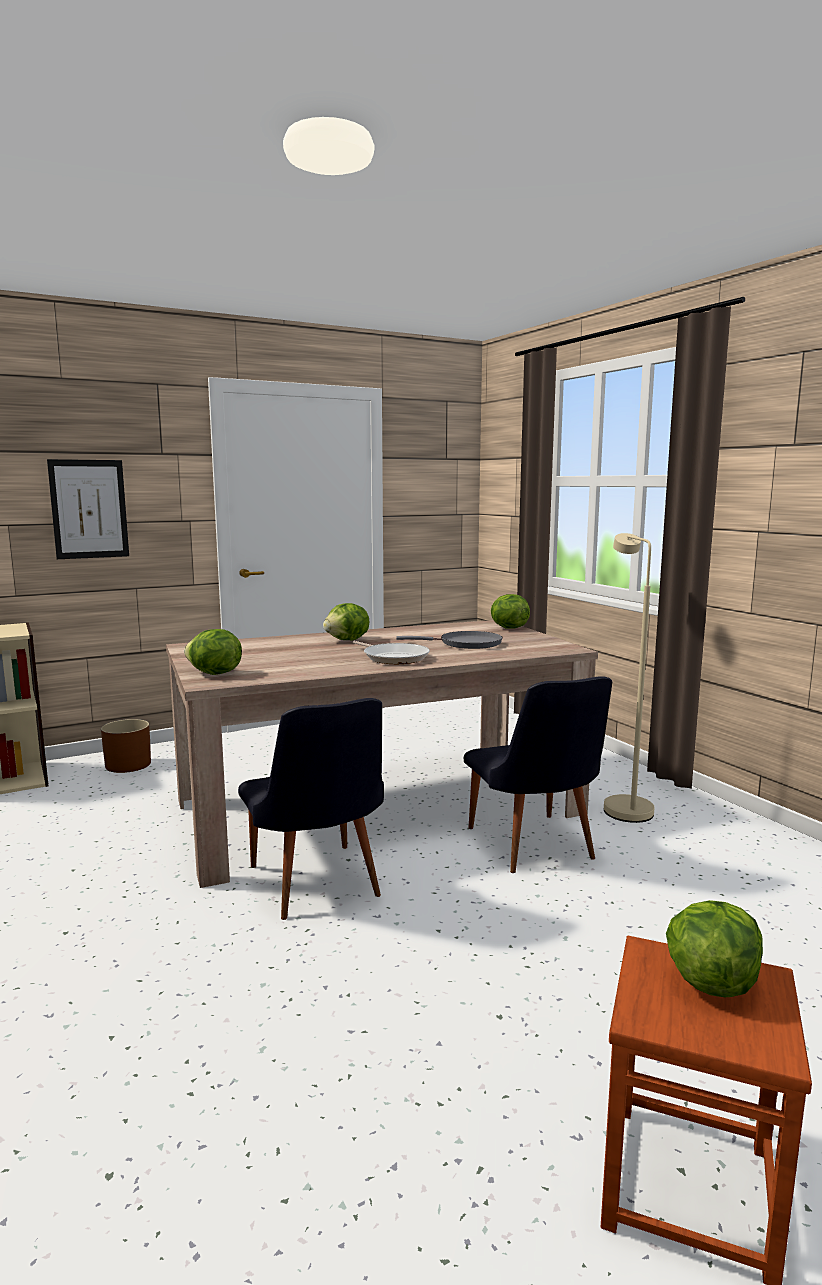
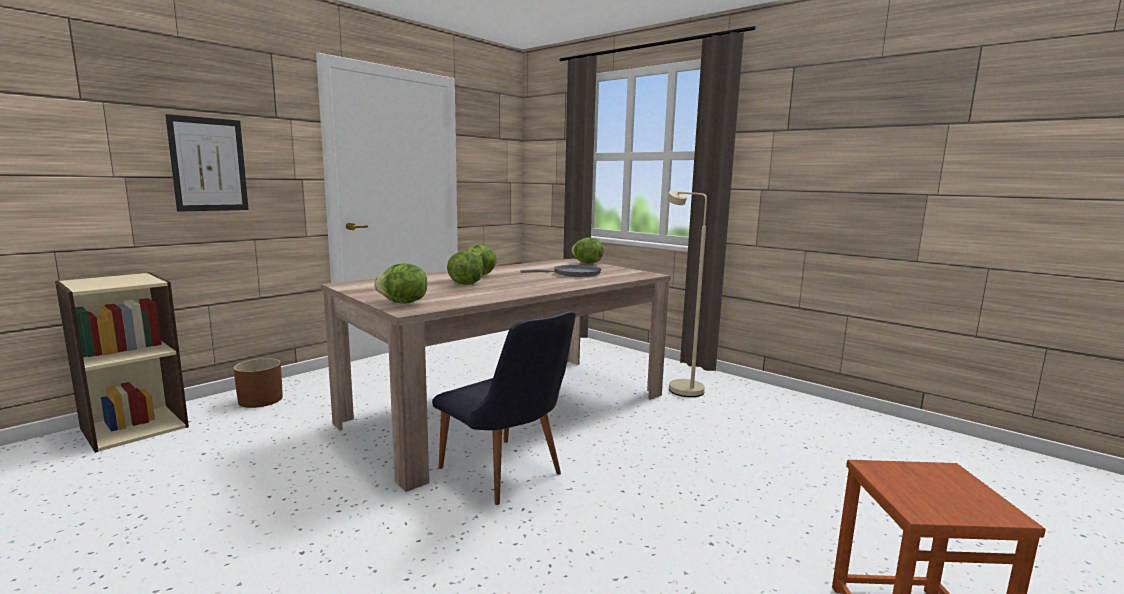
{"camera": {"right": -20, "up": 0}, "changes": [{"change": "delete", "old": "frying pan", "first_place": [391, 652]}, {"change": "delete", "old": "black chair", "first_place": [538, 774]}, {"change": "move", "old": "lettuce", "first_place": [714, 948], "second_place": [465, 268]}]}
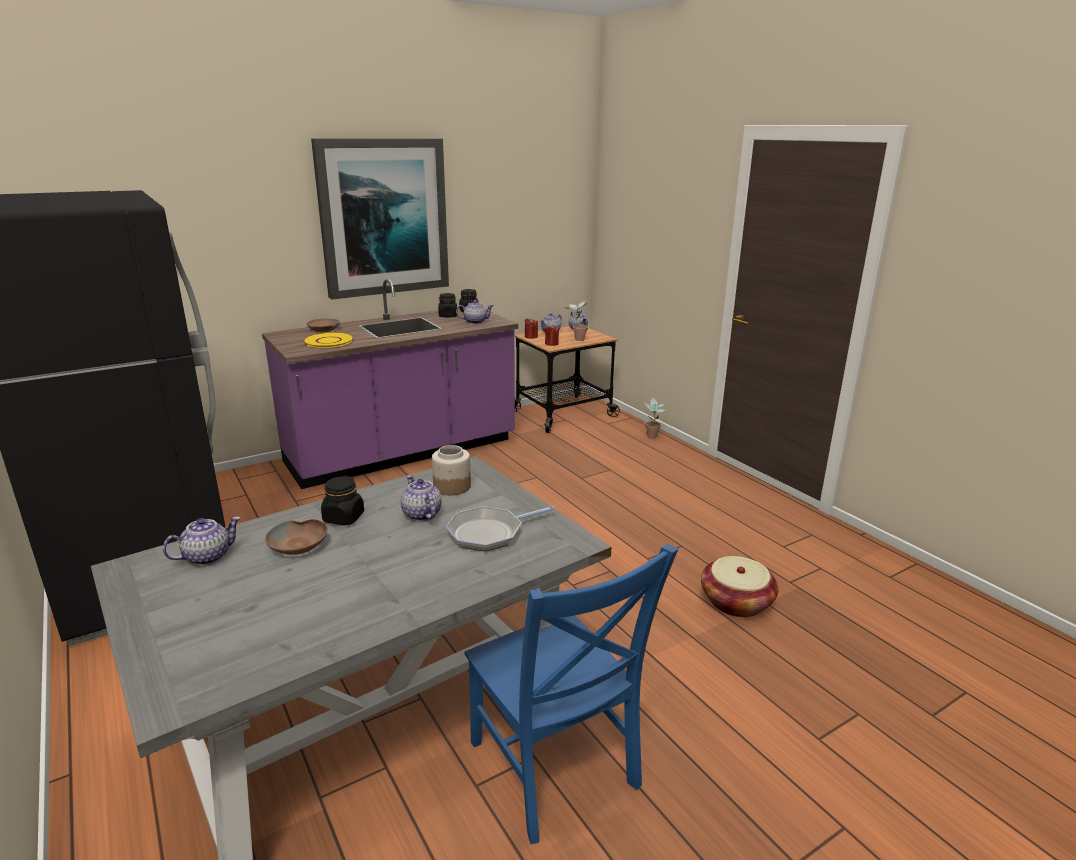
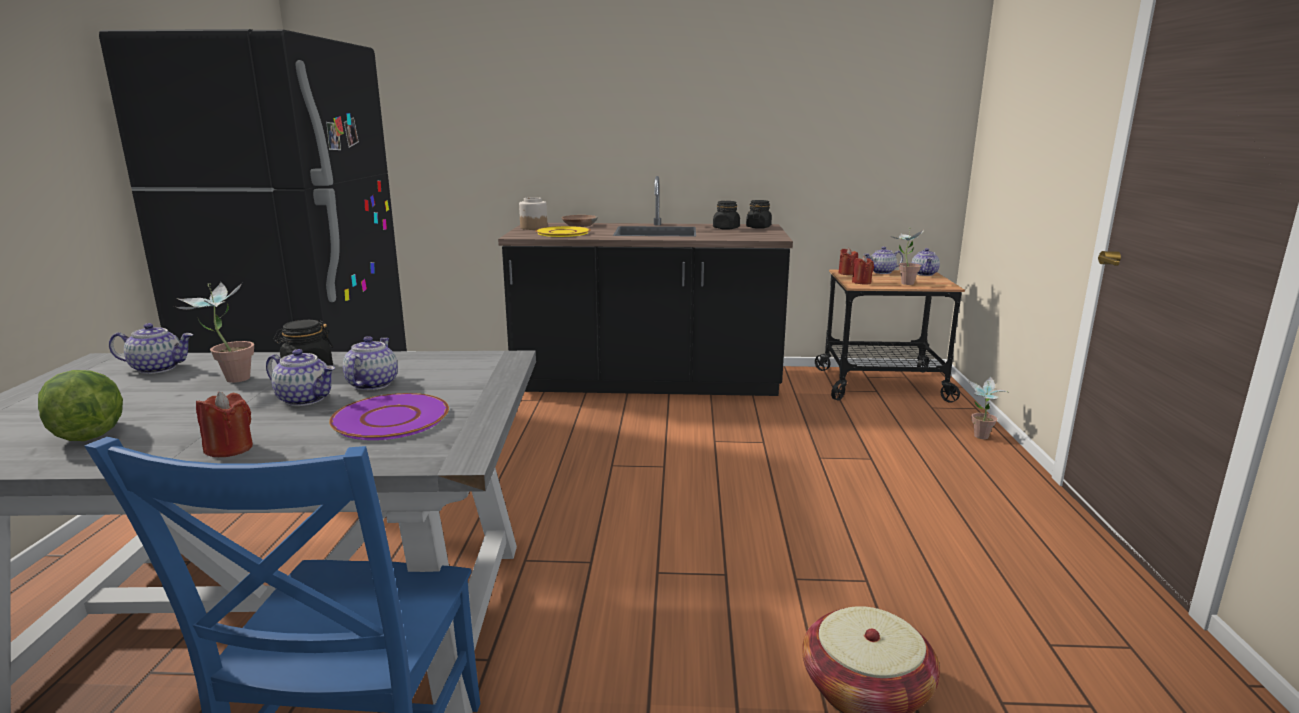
{"camera": {"right": 35, "up": -5}, "changes": [{"change": "delete", "old": "picture", "first_place": [380, 218]}, {"change": "insert", "new": "lettuce", "second_place": [80, 405]}, {"change": "insert", "new": "red candle", "second_place": [224, 424]}, {"change": "move", "old": "jar", "first_place": [451, 470], "second_place": [533, 213]}, {"change": "move", "old": "teapot", "first_place": [475, 312], "second_place": [300, 377]}, {"change": "replace", "old": "brown bowl", "new": "potted plant", "first_place": [296, 537], "second_place": [214, 332]}, {"change": "replace", "old": "frying pan", "new": "purple plate", "first_place": [500, 529], "second_place": [389, 416]}, {"change": "recolor", "old": "purple counter", "new": "black counter", "first_place": [390, 384], "second_place": [645, 286]}]}
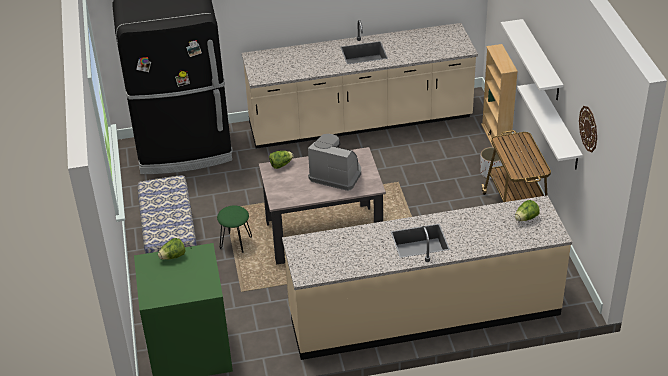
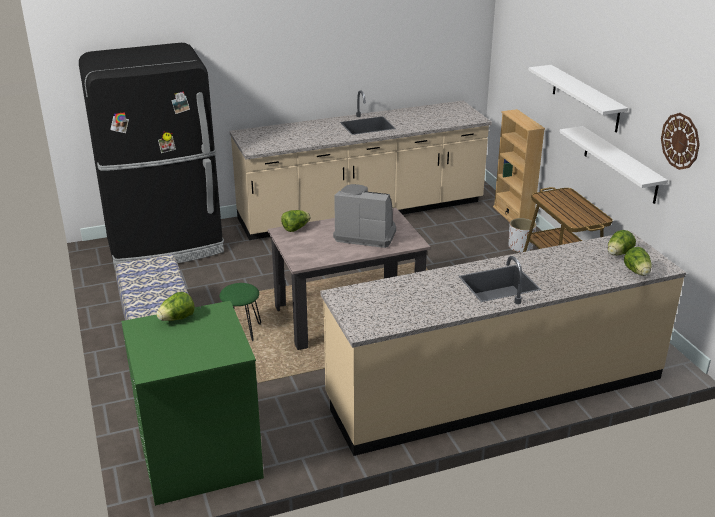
{"camera": {"right": -10, "up": -10}, "changes": [{"change": "insert", "new": "lettuce", "second_place": [637, 261]}]}
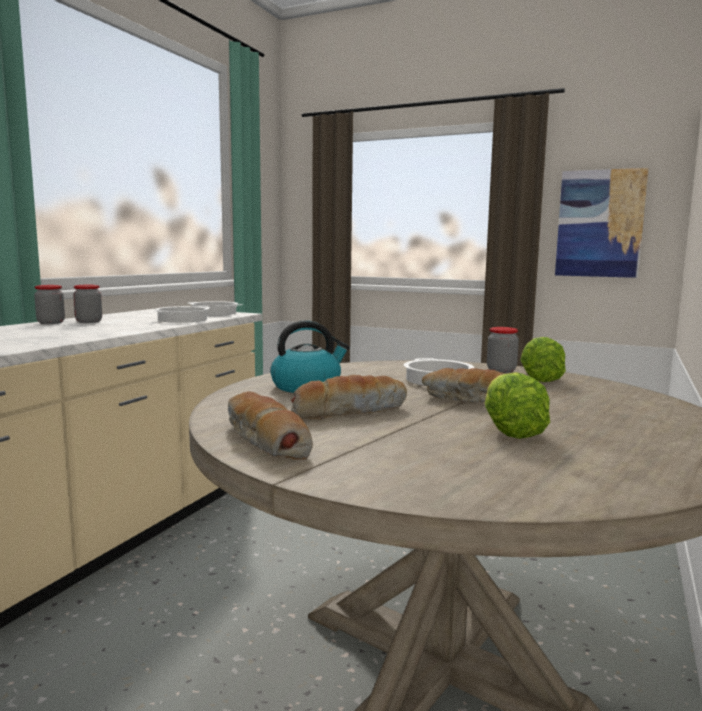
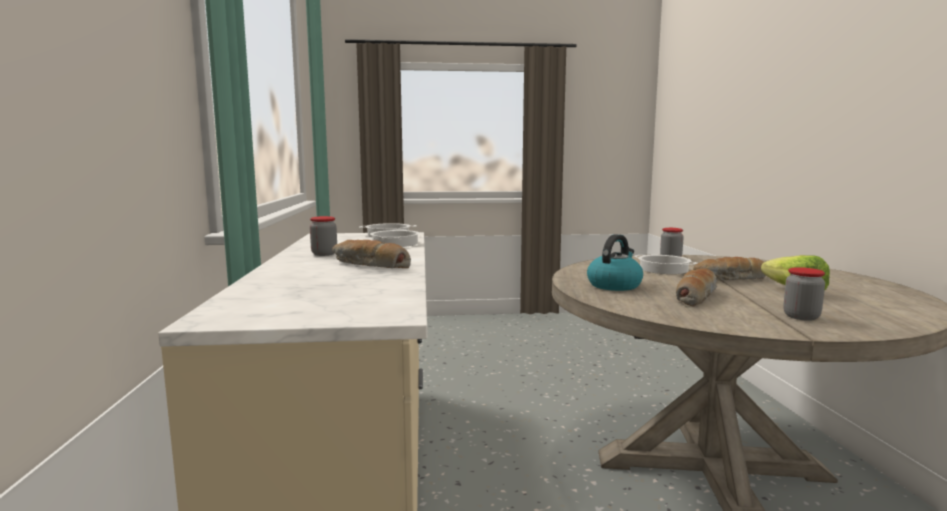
{"camera": {"right": -30, "up": 0}, "changes": [{"change": "delete", "old": "lettuce", "first_place": [543, 359]}, {"change": "delete", "old": "picture", "first_place": [602, 223]}, {"change": "move", "old": "jar", "first_place": [49, 304], "second_place": [804, 294]}, {"change": "move", "old": "bread", "first_place": [270, 425], "second_place": [371, 254]}]}
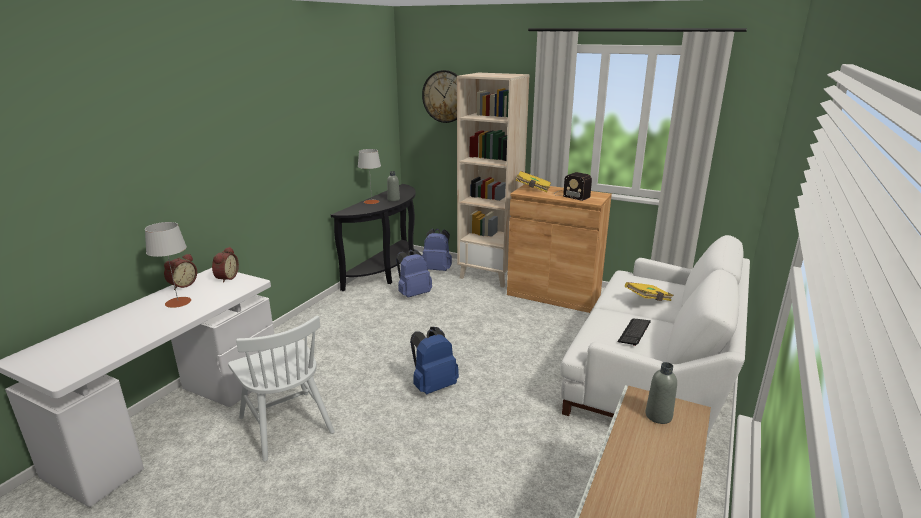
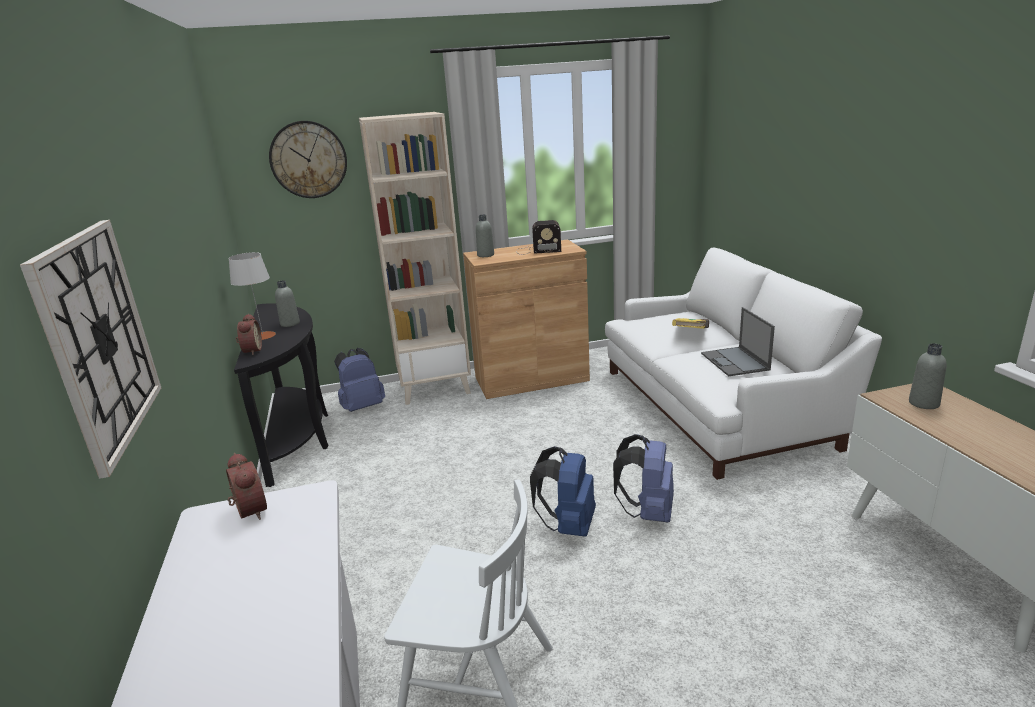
{"camera": {"right": -40, "up": 0}, "changes": [{"change": "delete", "old": "grey table lamp", "first_place": [168, 265]}, {"change": "insert", "new": "wall clock", "second_place": [90, 349]}, {"change": "move", "old": "alarm clock", "first_place": [180, 272], "second_place": [249, 334]}, {"change": "move", "old": "blue backpack", "first_place": [414, 273], "second_place": [643, 478]}, {"change": "replace", "old": "yellow book", "new": "grey bottle", "first_place": [533, 181], "second_place": [485, 236]}, {"change": "replace", "old": "keyboard", "new": "laptop", "first_place": [634, 332], "second_place": [738, 341]}]}
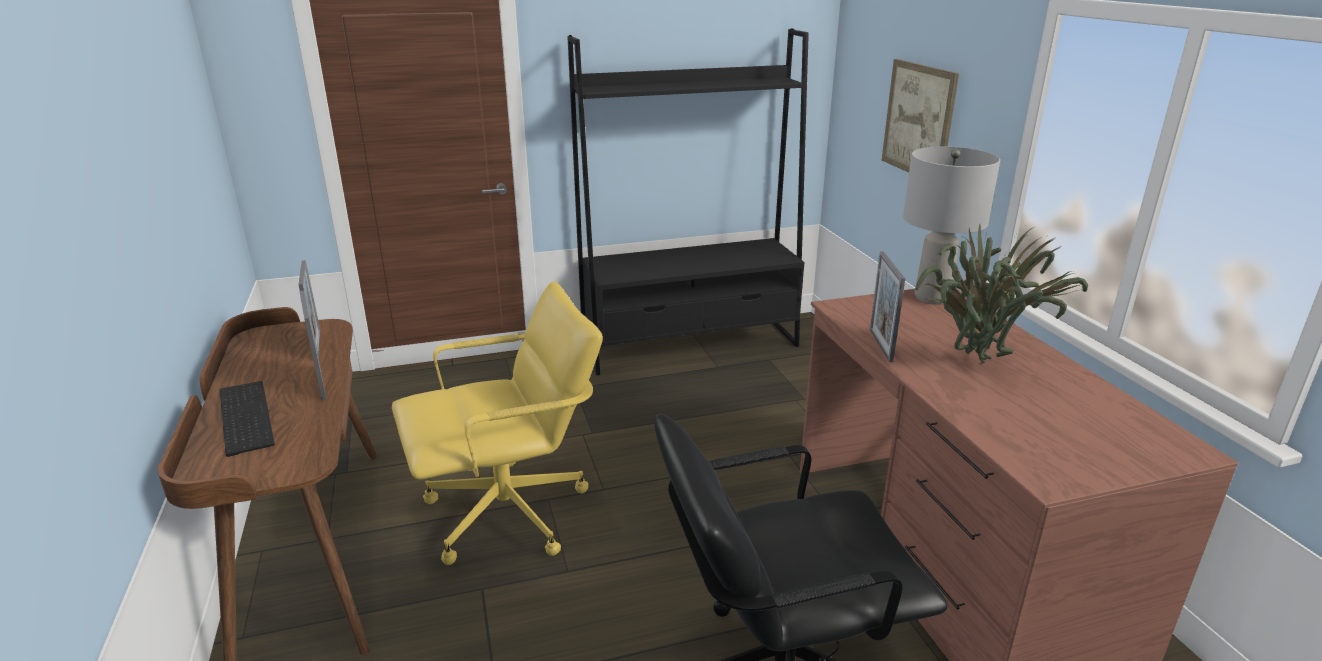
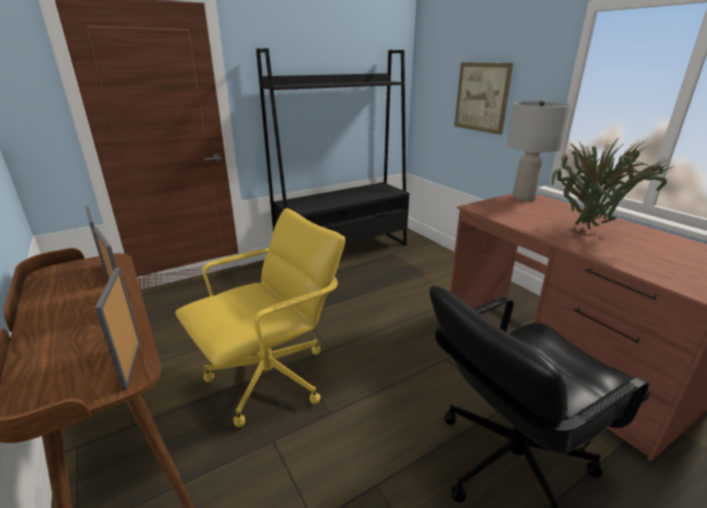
{"camera": {"right": -15, "up": 0}, "changes": [{"change": "delete", "old": "keyboard", "first_place": [247, 419]}, {"change": "move", "old": "picture frame", "first_place": [887, 306], "second_place": [117, 328]}]}
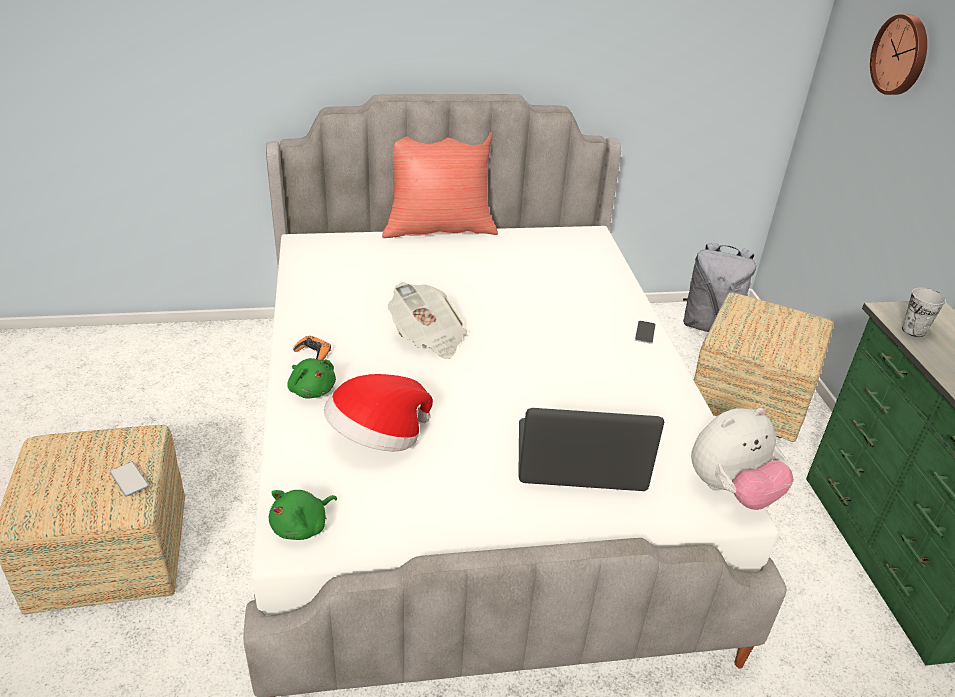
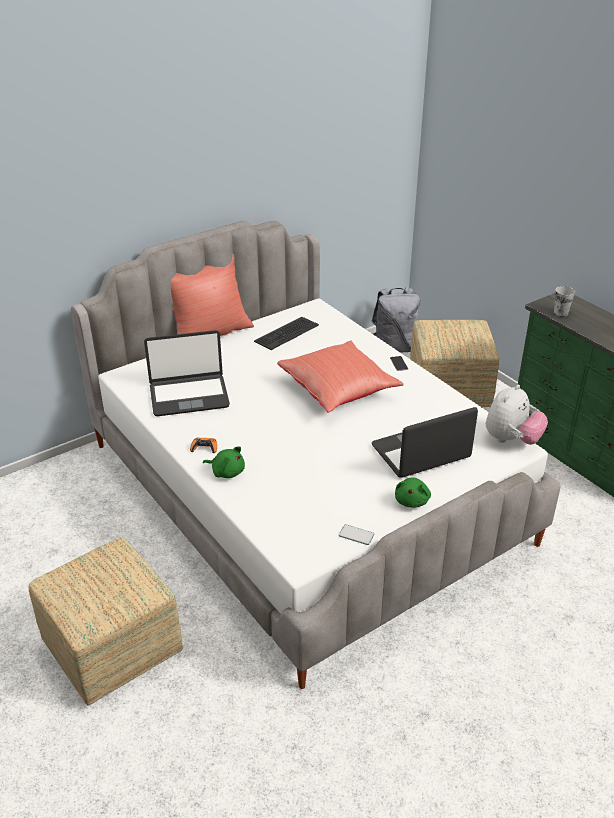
{"camera": {"right": -25, "up": 0}, "changes": [{"change": "delete", "old": "hat", "first_place": [378, 412]}, {"change": "delete", "old": "newspaper", "first_place": [428, 320]}, {"change": "delete", "old": "wall clock", "first_place": [898, 54]}, {"change": "insert", "new": "laptop", "second_place": [187, 373]}, {"change": "insert", "new": "keyboard", "second_place": [286, 333]}, {"change": "insert", "new": "red pillow", "second_place": [340, 376]}, {"change": "move", "old": "phone", "first_place": [129, 479], "second_place": [356, 534]}, {"change": "move", "old": "green plush toy", "first_place": [303, 515], "second_place": [413, 492]}]}
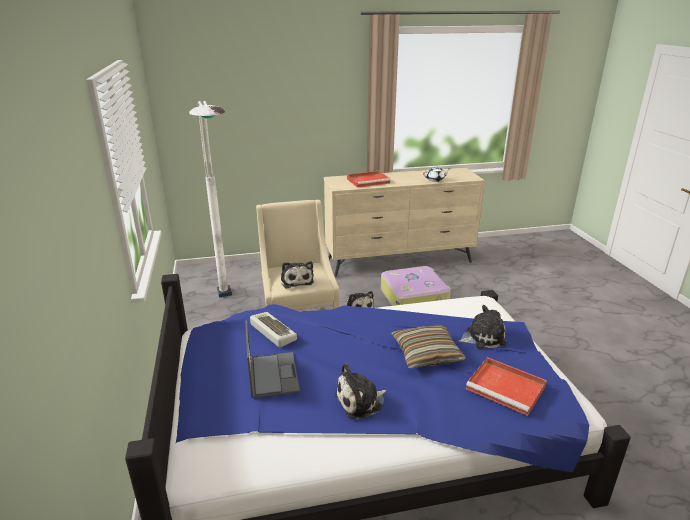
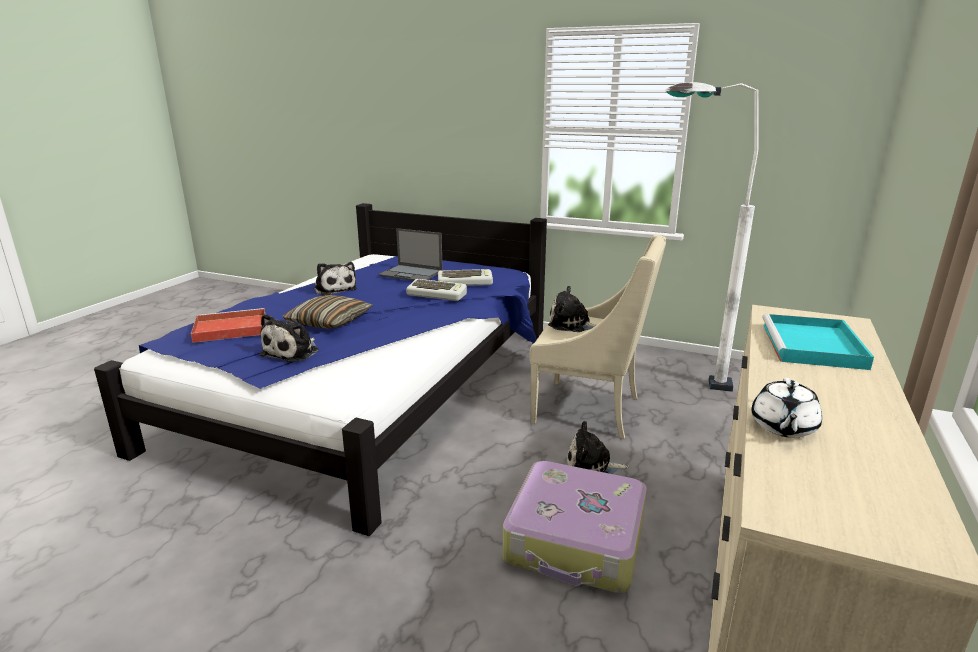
{"camera": {"right": 125, "up": -5}, "changes": [{"change": "insert", "new": "keyboard", "second_place": [436, 290]}, {"change": "recolor", "old": "red tray", "new": "turquoise tray", "first_place": [369, 179], "second_place": [818, 342]}, {"change": "rotate", "old": "plush toy", "first_place": [360, 391], "second_place": [335, 279], "degrees": 135}]}
